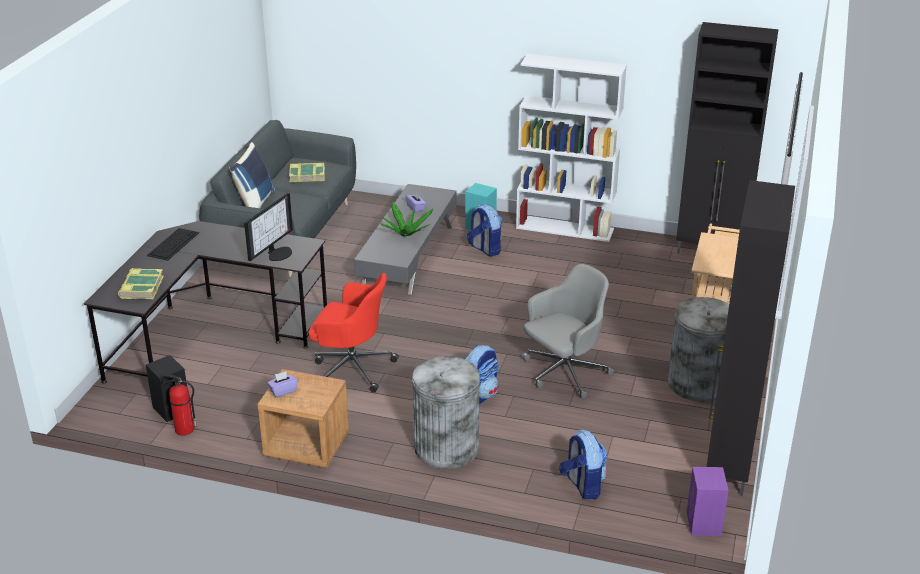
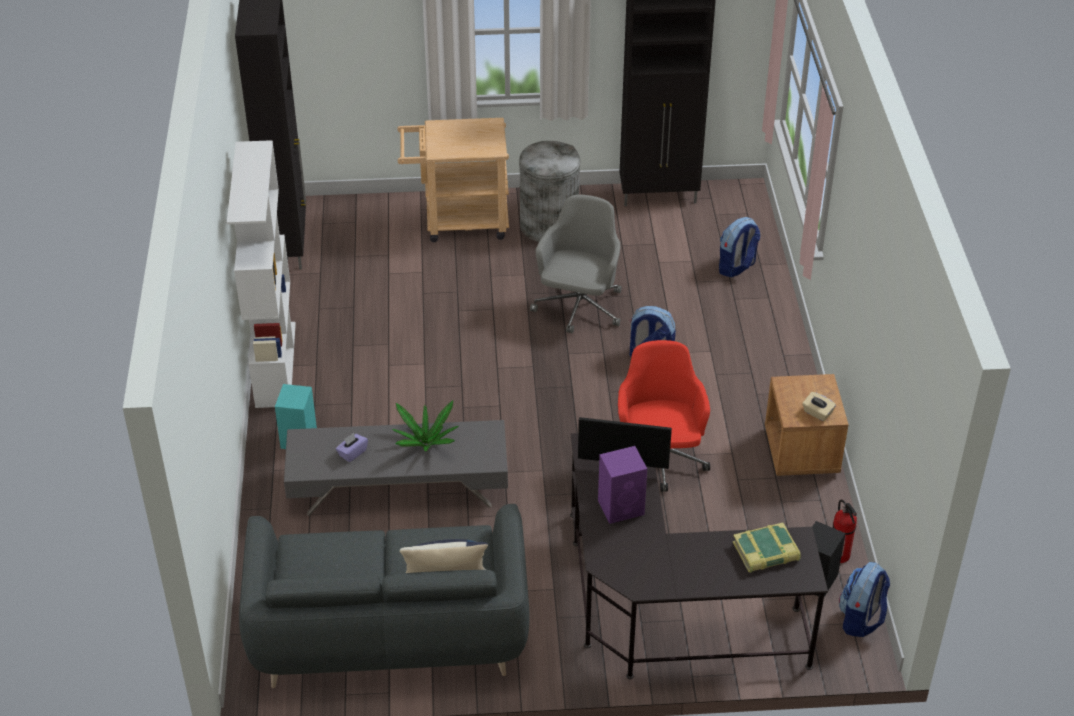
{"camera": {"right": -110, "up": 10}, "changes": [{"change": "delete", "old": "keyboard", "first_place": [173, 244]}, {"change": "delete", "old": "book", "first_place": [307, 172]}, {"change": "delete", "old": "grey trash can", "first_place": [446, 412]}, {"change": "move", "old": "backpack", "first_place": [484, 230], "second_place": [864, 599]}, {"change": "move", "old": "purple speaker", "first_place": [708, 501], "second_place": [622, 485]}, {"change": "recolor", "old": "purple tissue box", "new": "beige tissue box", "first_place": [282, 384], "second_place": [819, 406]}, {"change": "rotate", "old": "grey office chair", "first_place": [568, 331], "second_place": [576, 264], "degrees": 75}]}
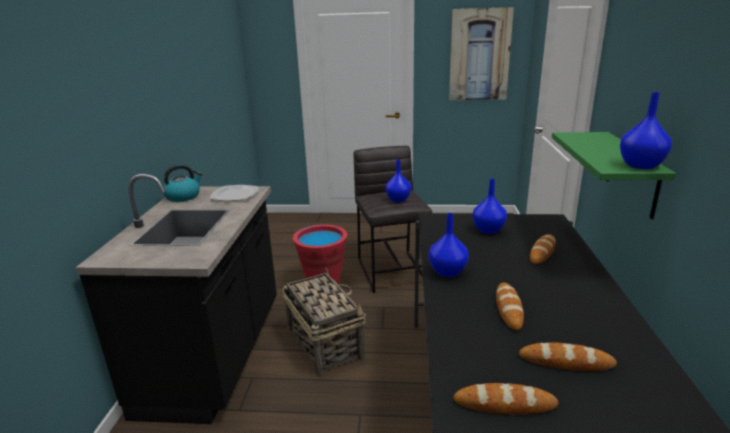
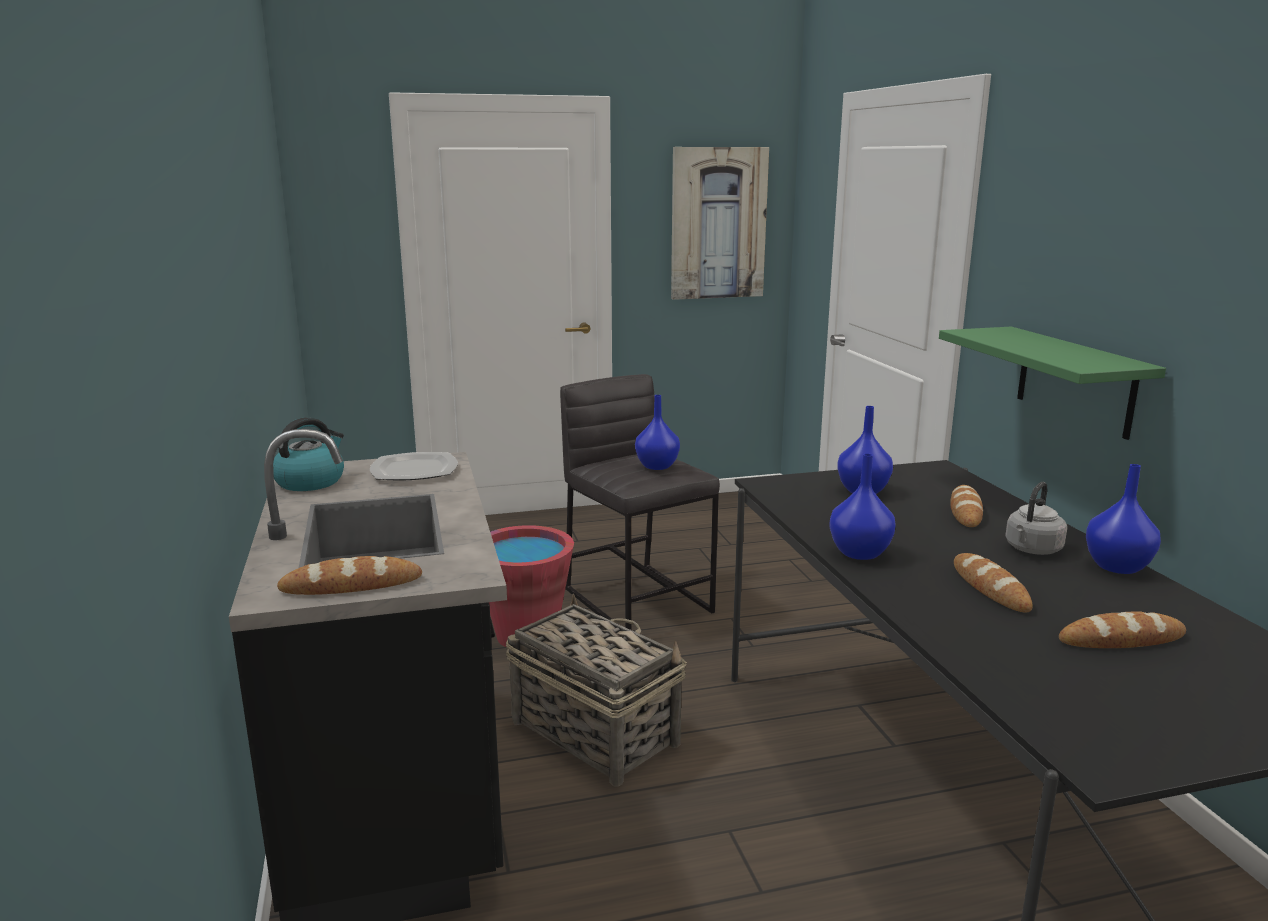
{"camera": {"right": -20, "up": -5}, "changes": [{"change": "insert", "new": "grey kettle", "second_place": [1036, 518]}, {"change": "move", "old": "bread", "first_place": [506, 398], "second_place": [349, 575]}, {"change": "move", "old": "blue vase", "first_place": [646, 130], "second_place": [1123, 519]}]}
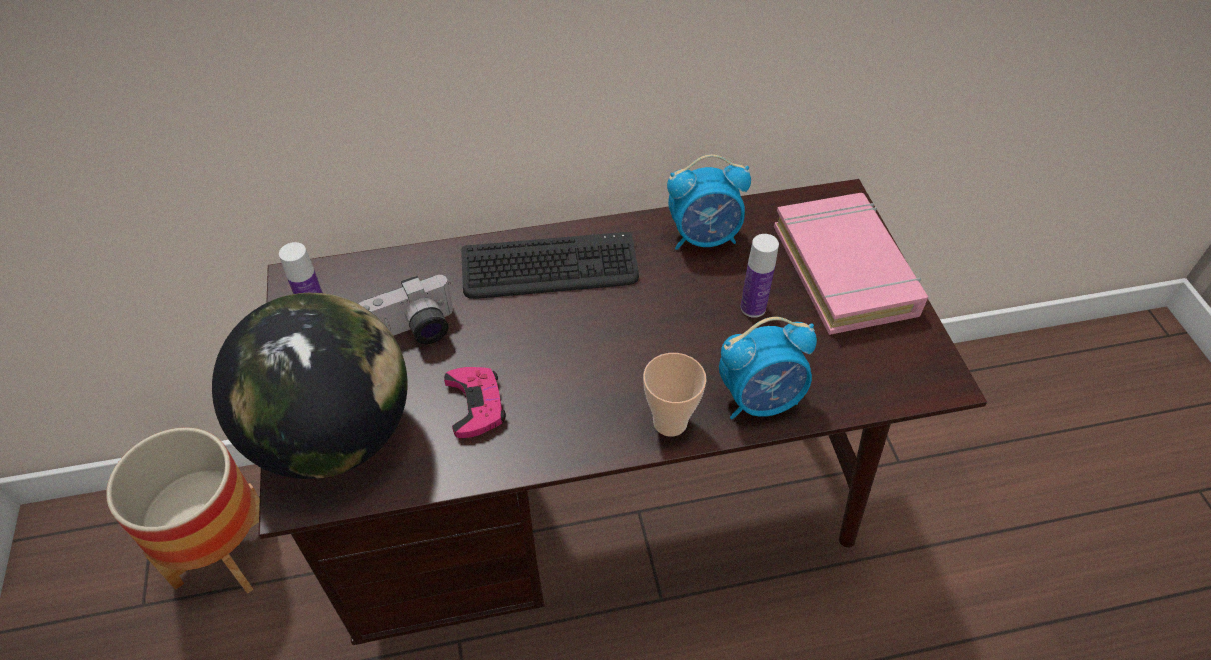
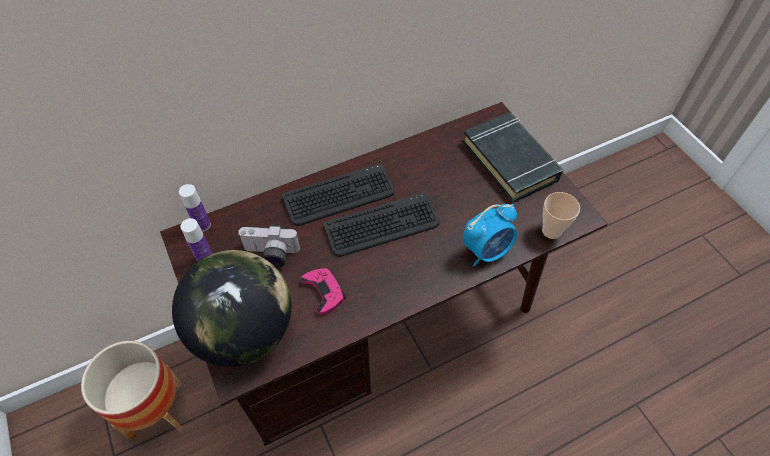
{"camera": {"right": -15, "up": 5}, "changes": [{"change": "delete", "old": "alarm clock", "first_place": [709, 202]}, {"change": "insert", "new": "keyboard", "second_place": [381, 225]}, {"change": "move", "old": "cup", "first_place": [675, 395], "second_place": [561, 215]}, {"change": "move", "old": "bottle", "first_place": [759, 276], "second_place": [195, 208]}, {"change": "recolor", "old": "pink book", "new": "black book", "first_place": [851, 264], "second_place": [513, 157]}, {"change": "rotate", "old": "photo camera", "first_place": [406, 309], "second_place": [269, 246], "degrees": 45}]}
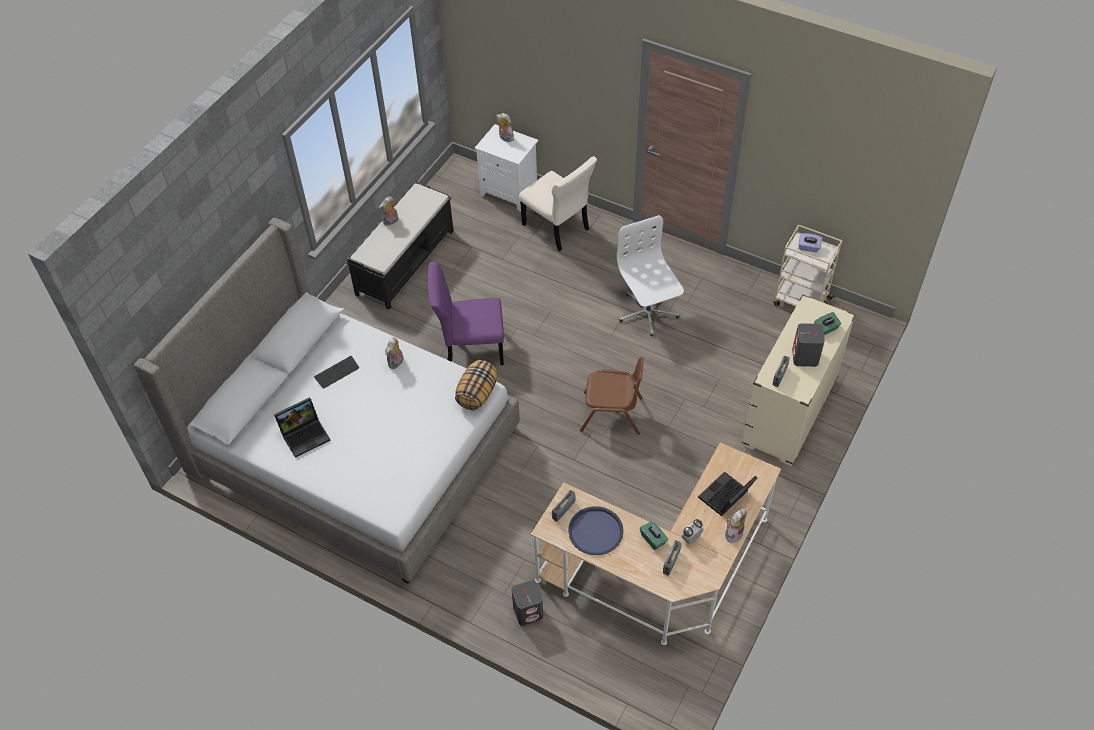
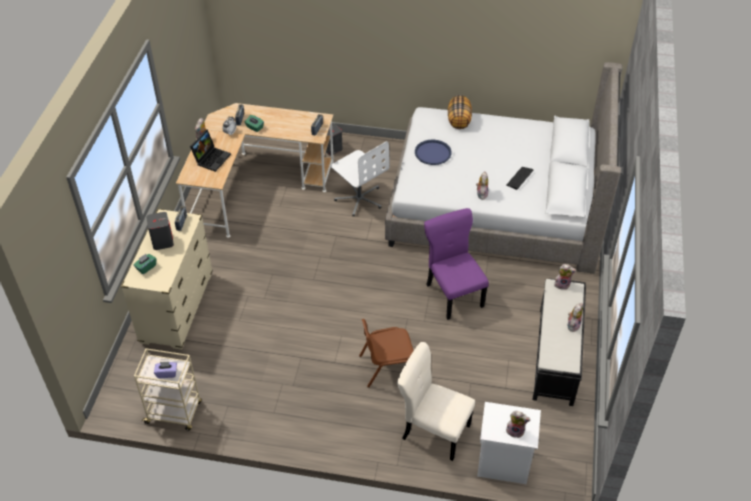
{"camera": {"right": 160, "up": -5}, "changes": [{"change": "delete", "old": "laptop", "first_place": [302, 427]}, {"change": "insert", "new": "plush toy", "second_place": [565, 277]}, {"change": "move", "old": "pillow", "first_place": [476, 385], "second_place": [460, 112]}, {"change": "move", "old": "blue tray", "first_place": [596, 530], "second_place": [433, 152]}, {"change": "move", "old": "brown chair", "first_place": [612, 396], "second_place": [386, 353]}, {"change": "move", "old": "white office chair", "first_place": [650, 275], "second_place": [360, 178]}, {"change": "rotate", "old": "purple chair", "first_place": [466, 313], "second_place": [456, 264], "degrees": -90}]}
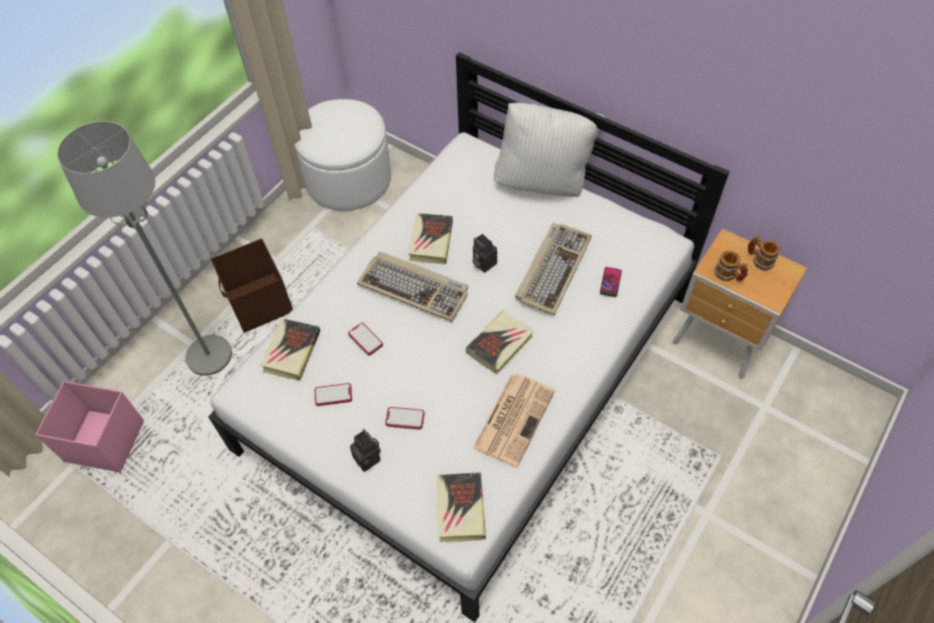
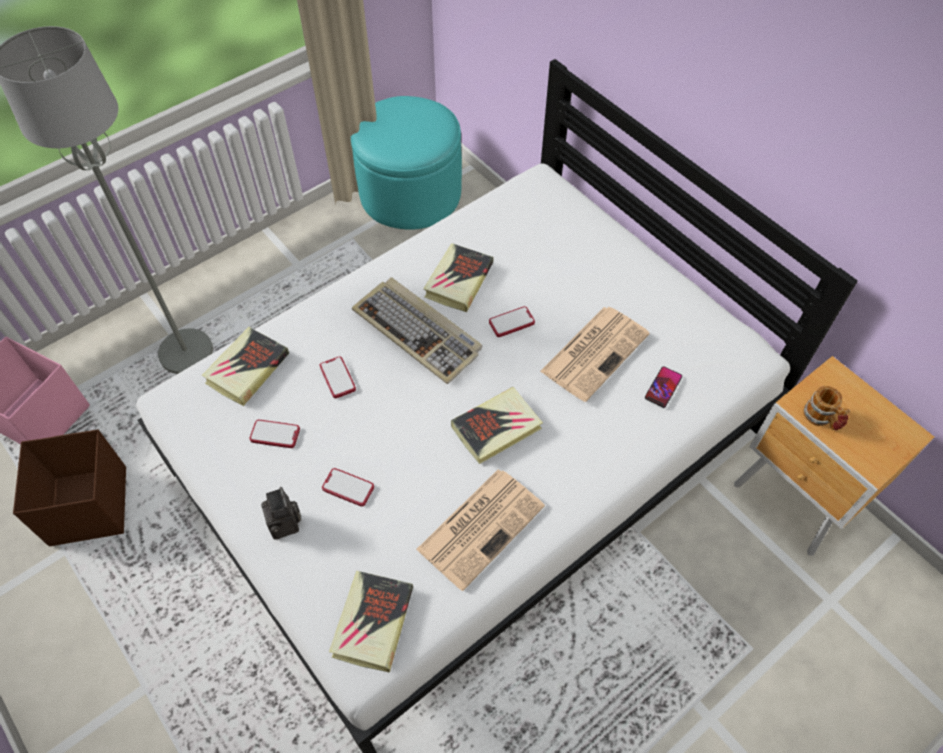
{"camera": {"right": 15, "up": 0}, "changes": [{"change": "delete", "old": "white pillow", "first_place": [549, 150]}, {"change": "delete", "old": "mug", "first_place": [764, 252]}, {"change": "move", "old": "brown storage box", "first_place": [252, 285], "second_place": [69, 487]}, {"change": "replace", "old": "photo camera", "new": "phone", "first_place": [484, 253], "second_place": [512, 321]}, {"change": "replace", "old": "keyboard", "new": "newspaper", "first_place": [553, 269], "second_place": [595, 354]}, {"change": "recolor", "old": "white ottoman", "new": "turquoise ottoman", "first_place": [342, 155], "second_place": [406, 163]}]}
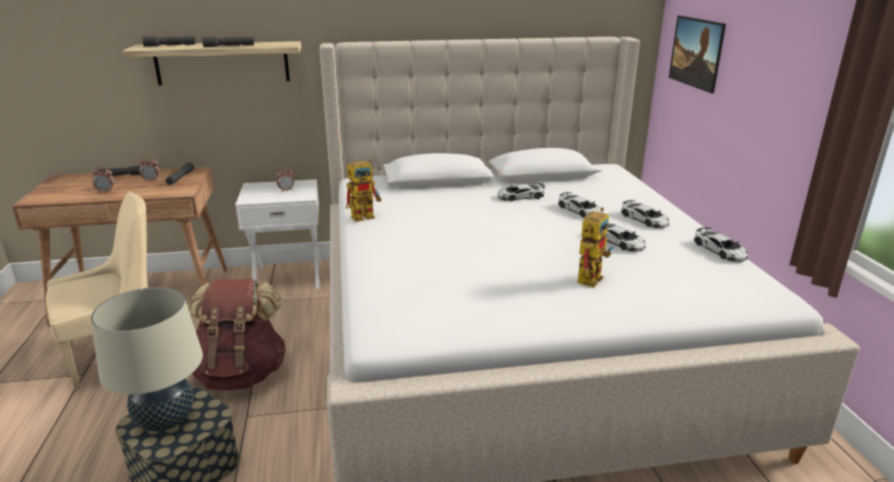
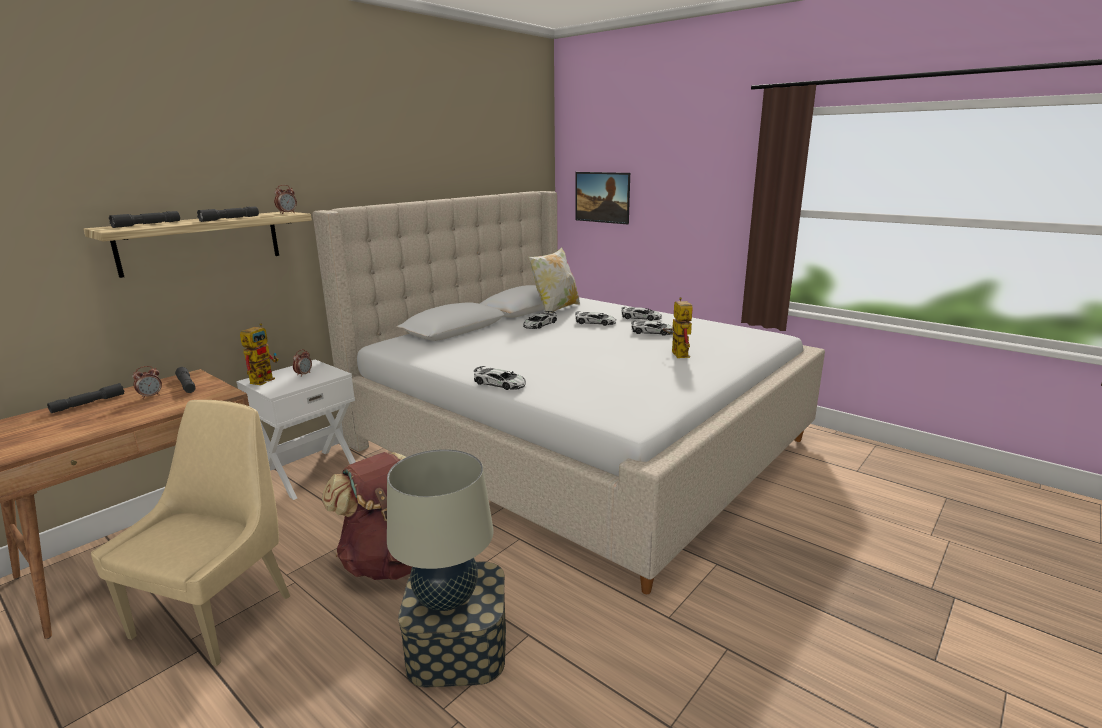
{"camera": {"right": -40, "up": -5}, "changes": [{"change": "insert", "new": "pillow", "second_place": [554, 280]}, {"change": "move", "old": "alarm clock", "first_place": [103, 180], "second_place": [285, 199]}, {"change": "move", "old": "toy robot", "first_place": [363, 190], "second_place": [259, 354]}, {"change": "move", "old": "toy car", "first_place": [721, 244], "second_place": [500, 378]}]}
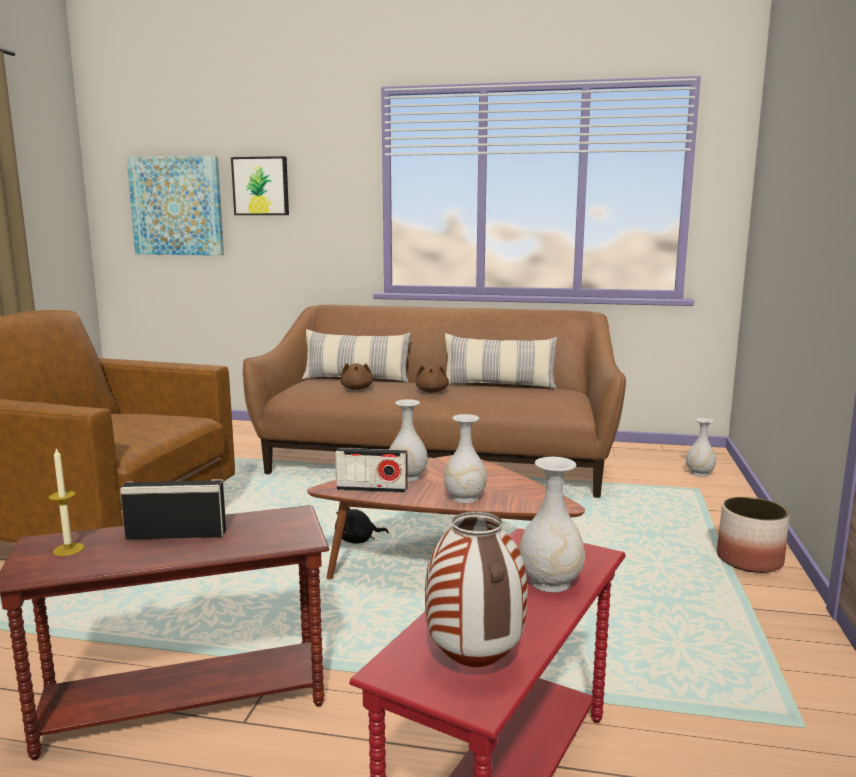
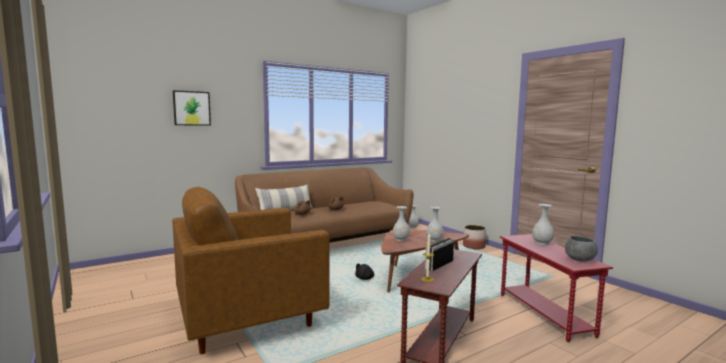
{"camera": {"right": -45, "up": -5}, "changes": [{"change": "delete", "old": "picture", "first_place": [175, 205]}, {"change": "delete", "old": "radio", "first_place": [371, 470]}, {"change": "delete", "old": "pillow", "first_place": [501, 361]}, {"change": "replace", "old": "vase", "new": "grey bowl", "first_place": [476, 589], "second_place": [581, 249]}]}
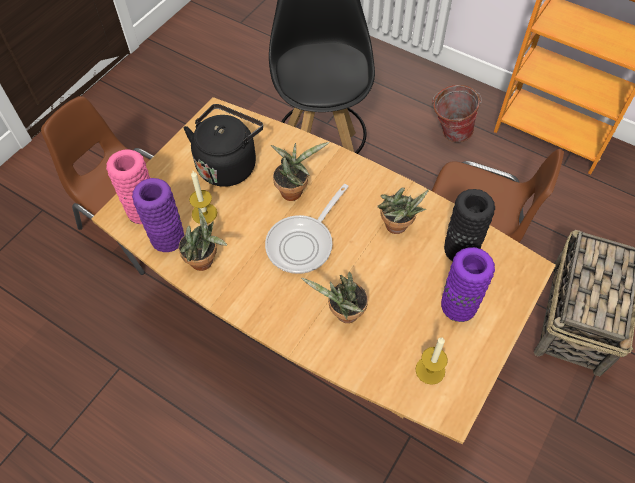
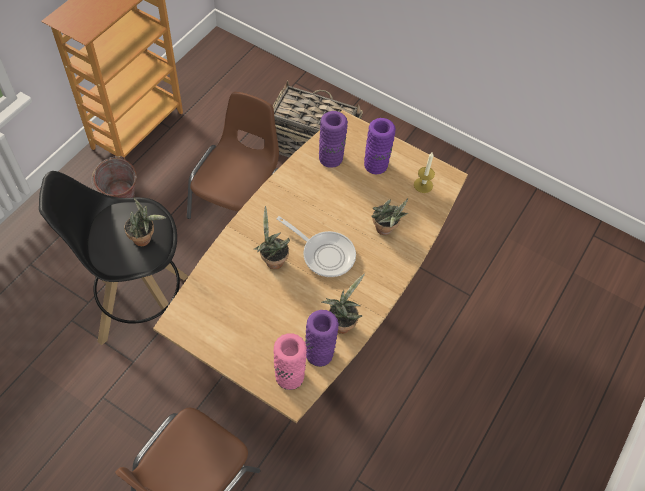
{"camera": {"right": -95, "up": 0}, "changes": [{"change": "delete", "old": "black kettle", "first_place": [223, 145]}, {"change": "delete", "old": "candle", "first_place": [203, 197]}, {"change": "move", "old": "potted plant", "first_place": [403, 210], "second_place": [145, 222]}, {"change": "recolor", "old": "black vase", "new": "purple vase", "first_place": [469, 225], "second_place": [333, 139]}]}
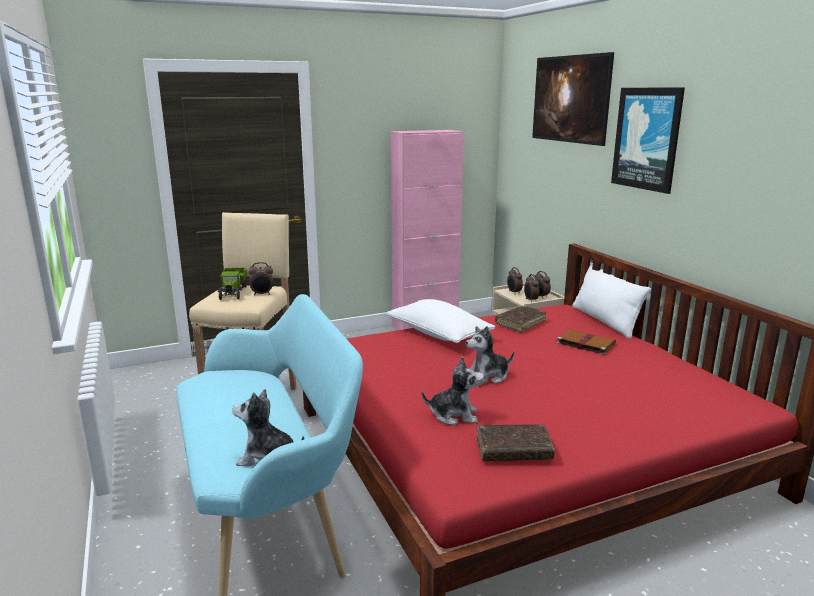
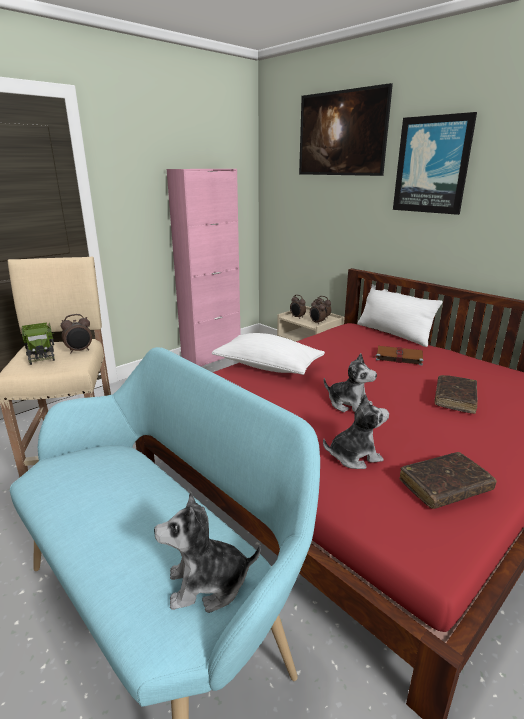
{"camera": {"right": -20, "up": 5}, "changes": [{"change": "move", "old": "brown book", "first_place": [520, 319], "second_place": [455, 394]}, {"change": "rotate", "old": "plush toy", "first_place": [490, 355], "second_place": [350, 382], "degrees": -105}]}
